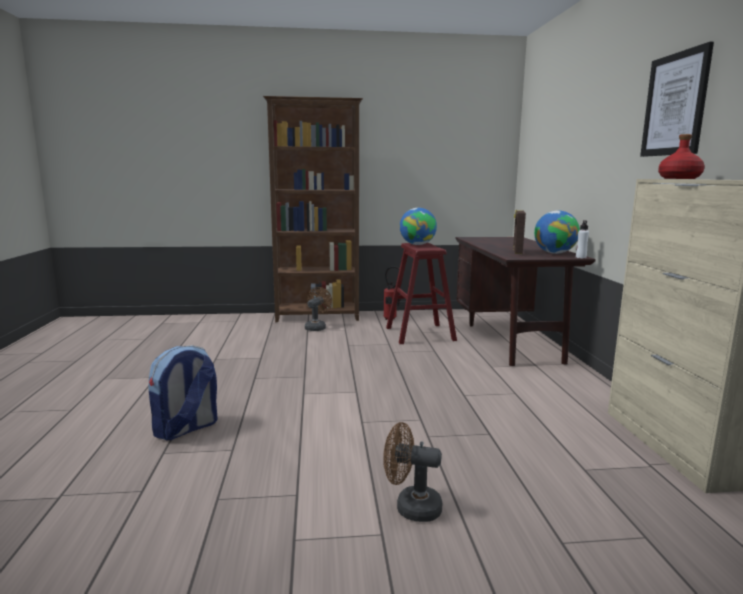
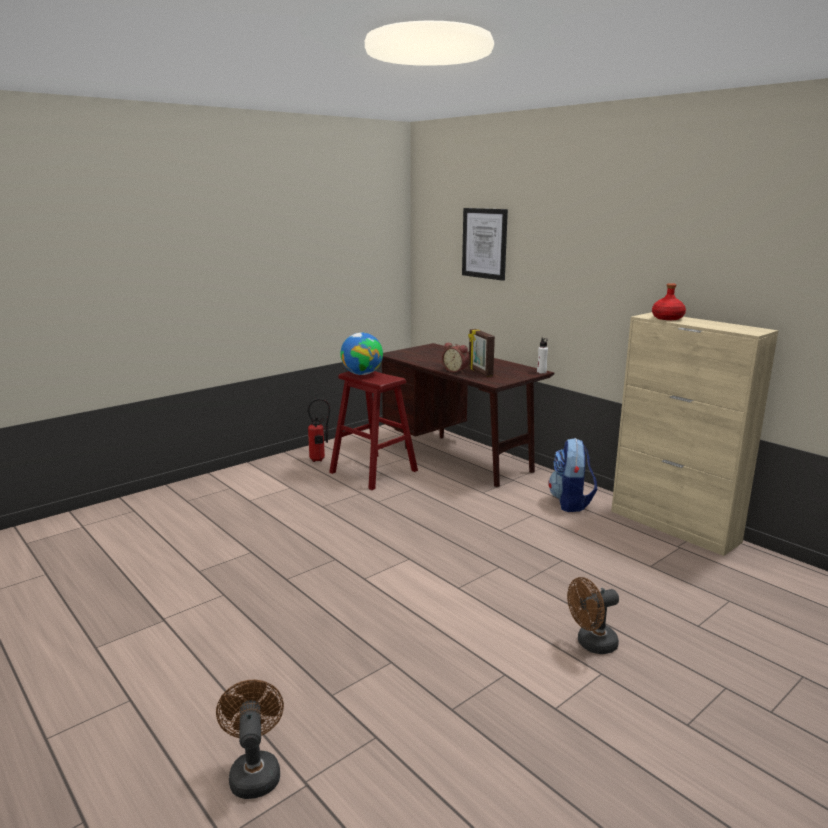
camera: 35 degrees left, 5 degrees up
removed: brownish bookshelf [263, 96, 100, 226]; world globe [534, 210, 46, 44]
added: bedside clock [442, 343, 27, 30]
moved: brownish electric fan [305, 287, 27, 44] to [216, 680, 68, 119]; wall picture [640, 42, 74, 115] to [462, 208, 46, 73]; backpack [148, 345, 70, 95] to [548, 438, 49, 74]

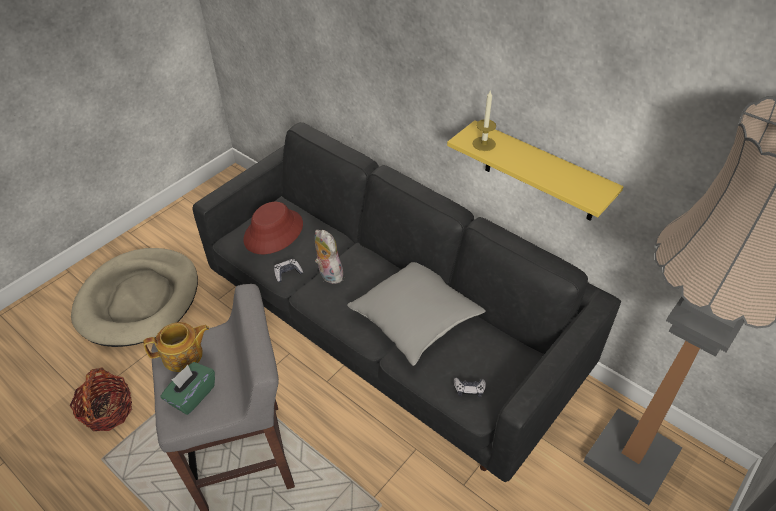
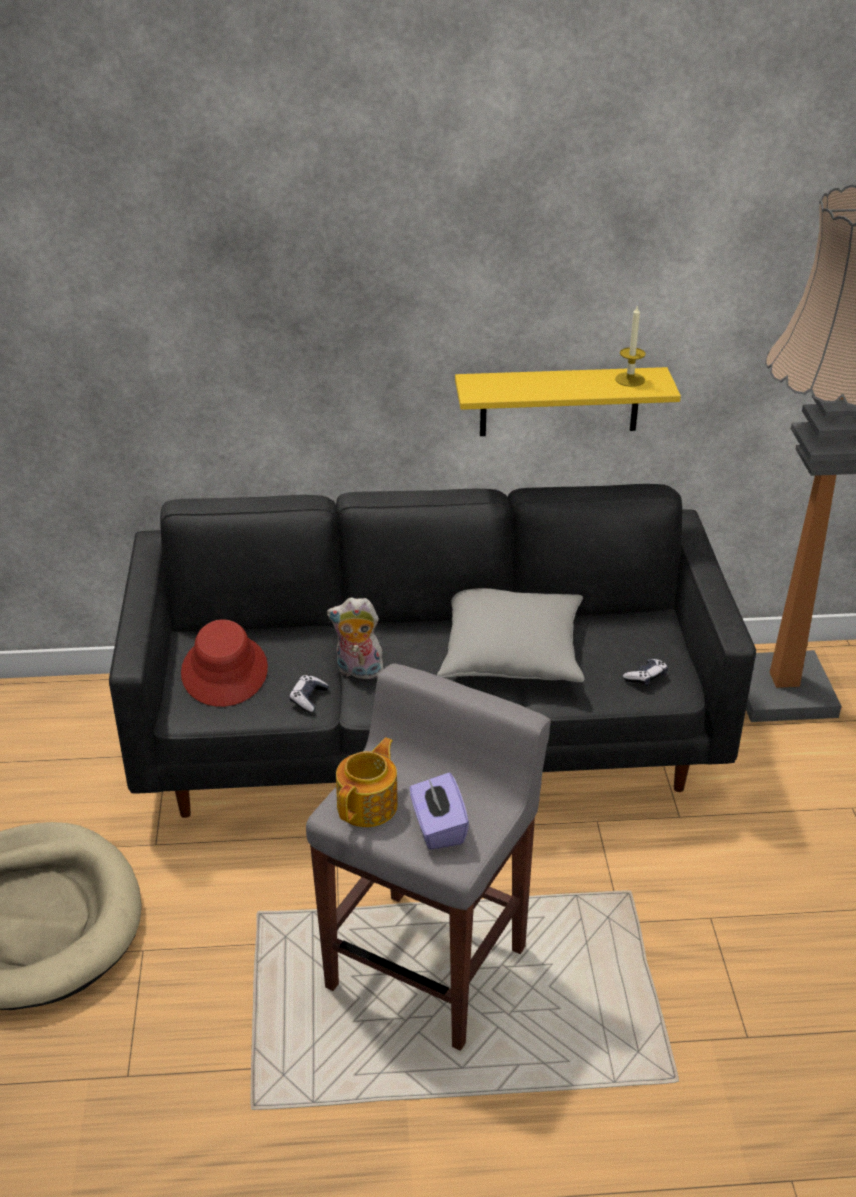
camera: 45 degrees left, 10 degrees down
removed: household basket [70, 368, 62, 63]
moved: wax light [473, 91, 23, 60] to [615, 306, 31, 81]
recoloured: green-coloured tissue box [160, 362, 55, 53] to purple tissue box [409, 773, 60, 77]

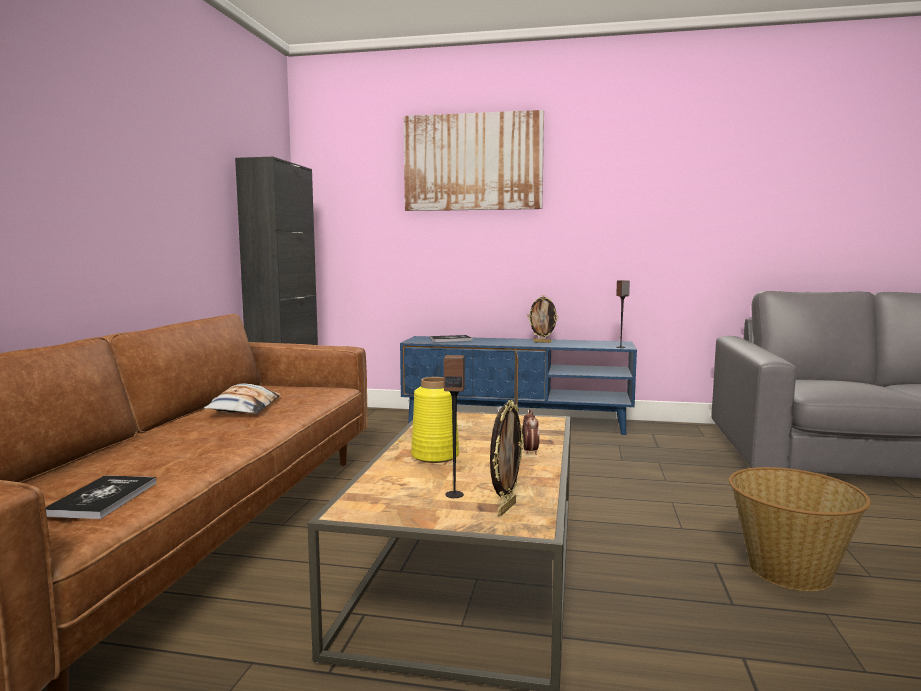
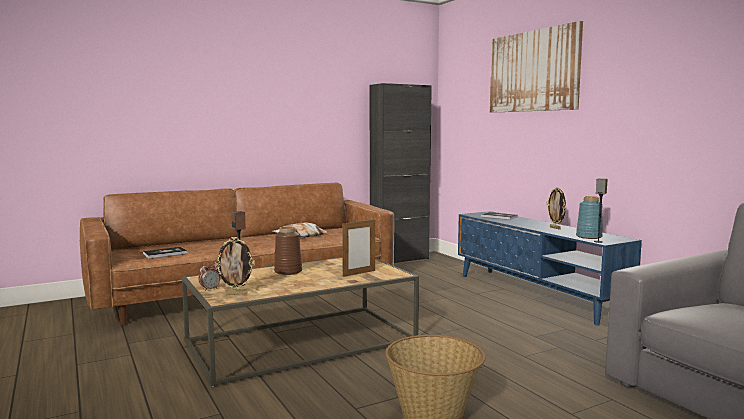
camera: 50 degrees right, 0 degrees up
added: blue flower vase [576, 196, 27, 43]
moved: bedside clock [522, 409, 18, 46] to [198, 261, 22, 30]
recoloured: yellow flower vase [411, 377, 48, 86] to brownish flower vase [274, 226, 28, 49]

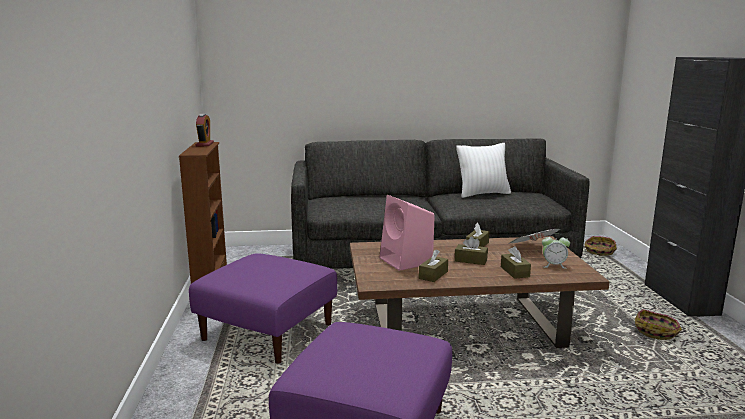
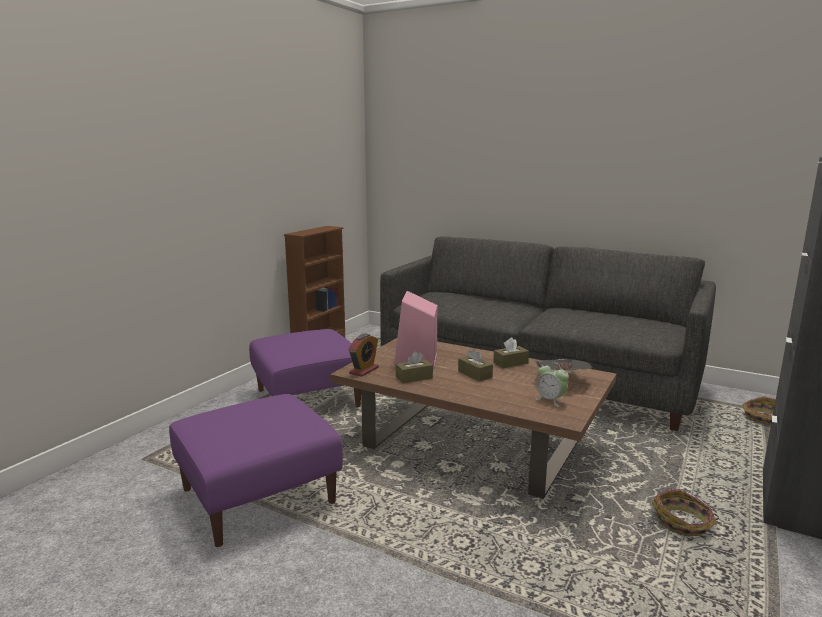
camera: 35 degrees right, 0 degrees up
removed: white-coloured throw pillow [456, 143, 55, 55]; brownish tissue box [501, 246, 30, 33]
moved: bedside clock [196, 114, 18, 32] to [349, 334, 30, 43]

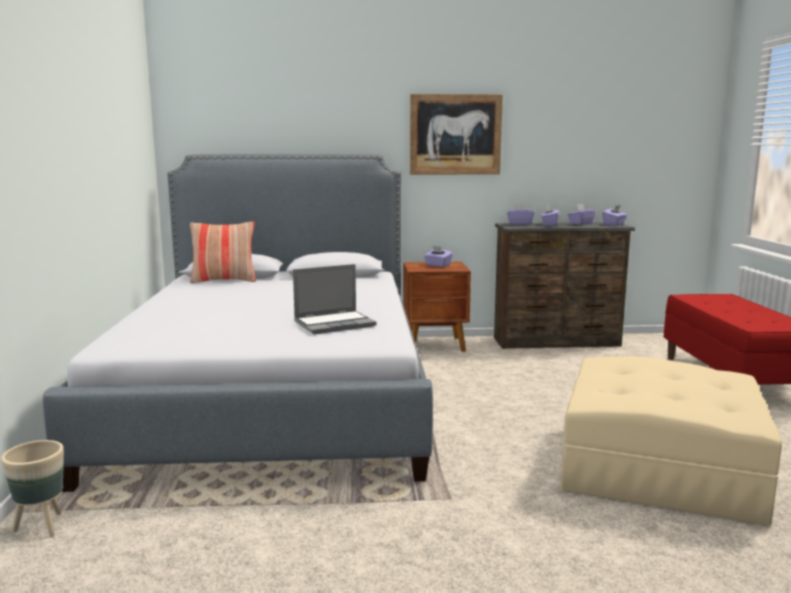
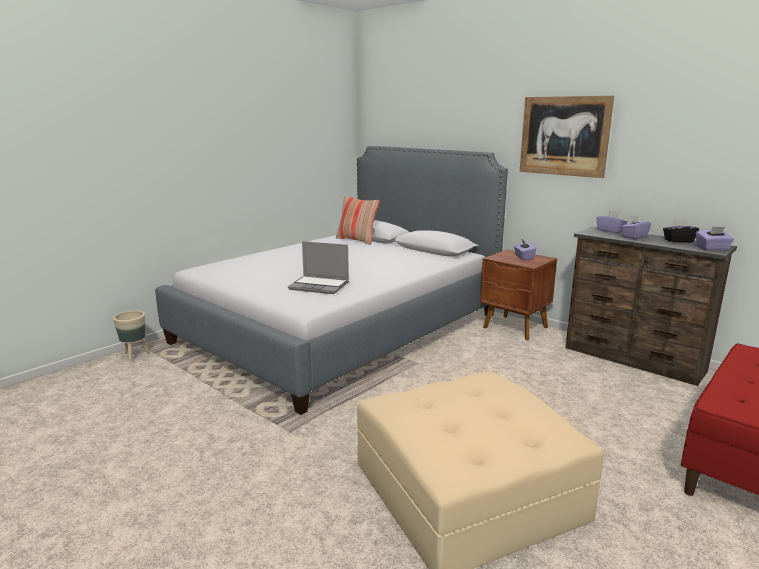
camera: 45 degrees right, 5 degrees up
recoloured: purple tissue box [568, 204, 28, 21] to blackish tissue box [663, 219, 36, 24]

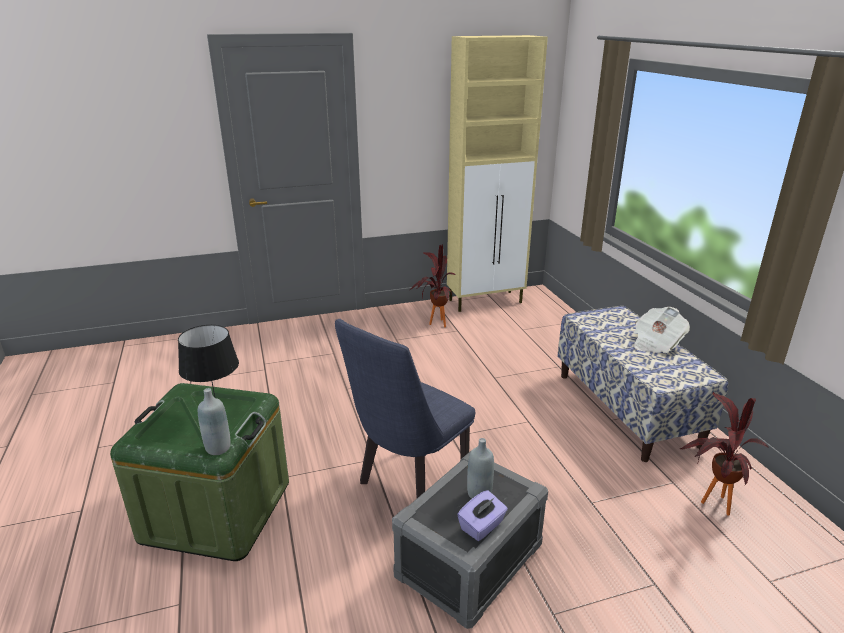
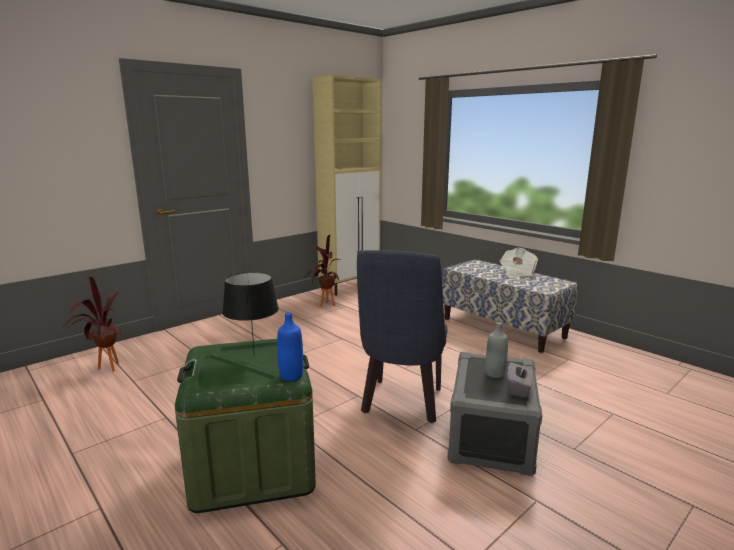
camera: 25 degrees left, 10 degrees down
moved: houseplant [680, 392, 89, 124] to [62, 277, 59, 95]
recoloured: grey beverage bottle [198, 388, 33, 67] to blue beverage bottle [277, 312, 26, 69]; purple tissue box [457, 490, 51, 51] to grey tissue box [507, 362, 26, 36]

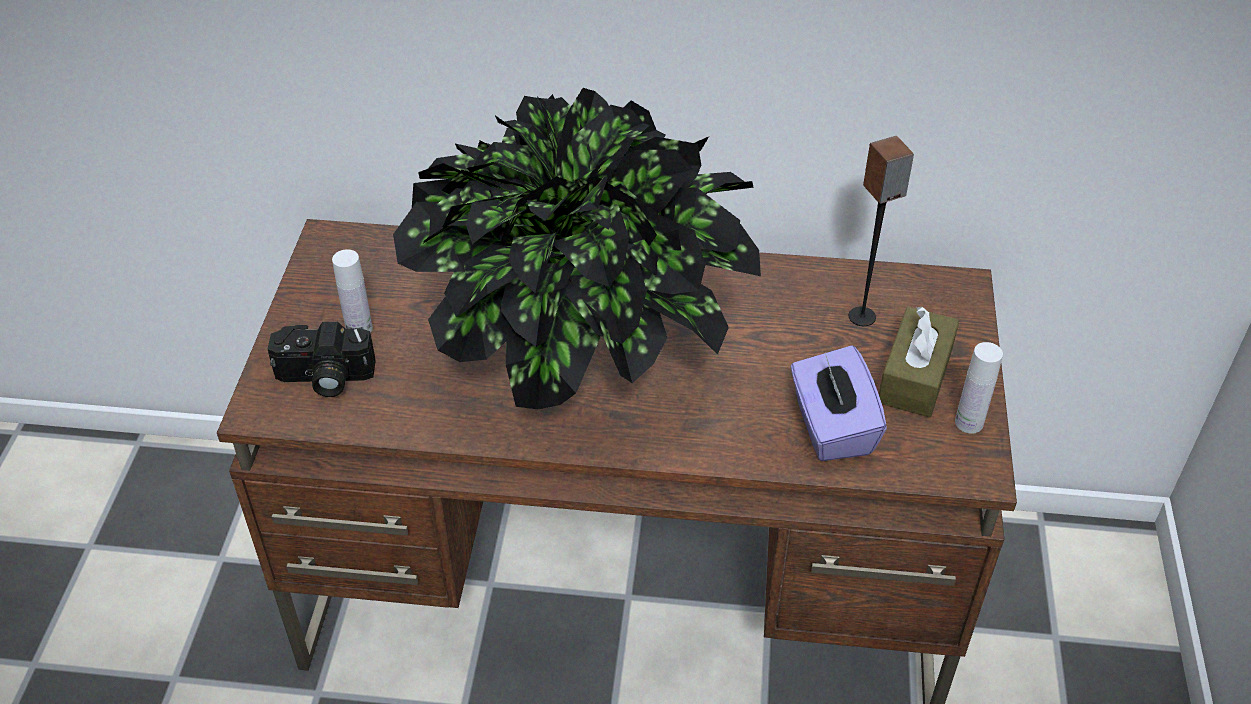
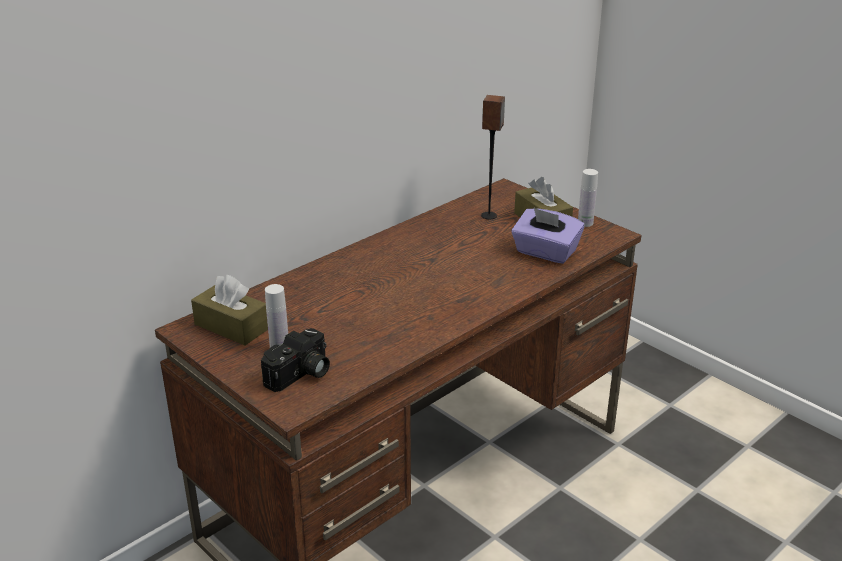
camera: 50 degrees left, 15 degrees down
removed: houseplant [393, 88, 368, 321]
added: brownish tissue box [191, 275, 77, 70]

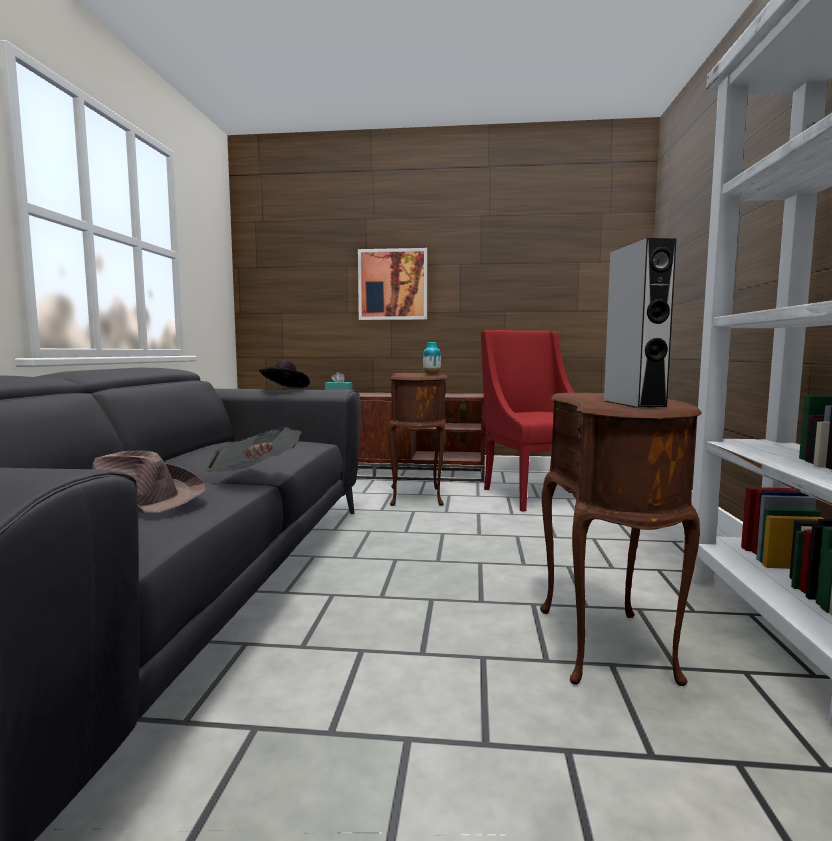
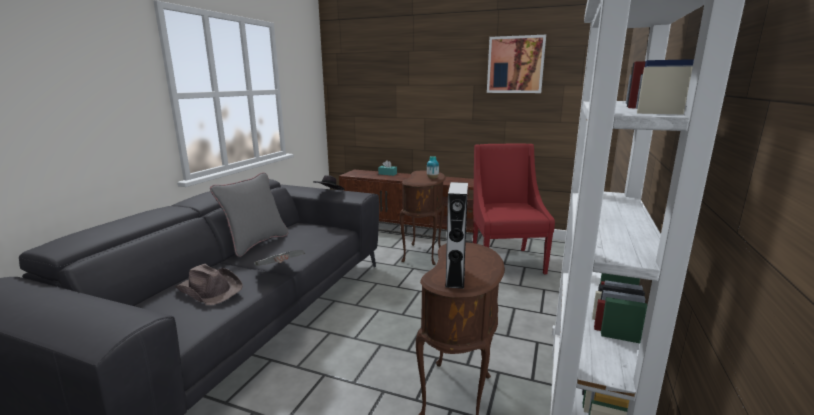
camera: 15 degrees right, 10 degrees up
added: grey throw pillow [210, 172, 78, 85]
moved: wall picture [358, 248, 69, 72] to [487, 35, 59, 58]

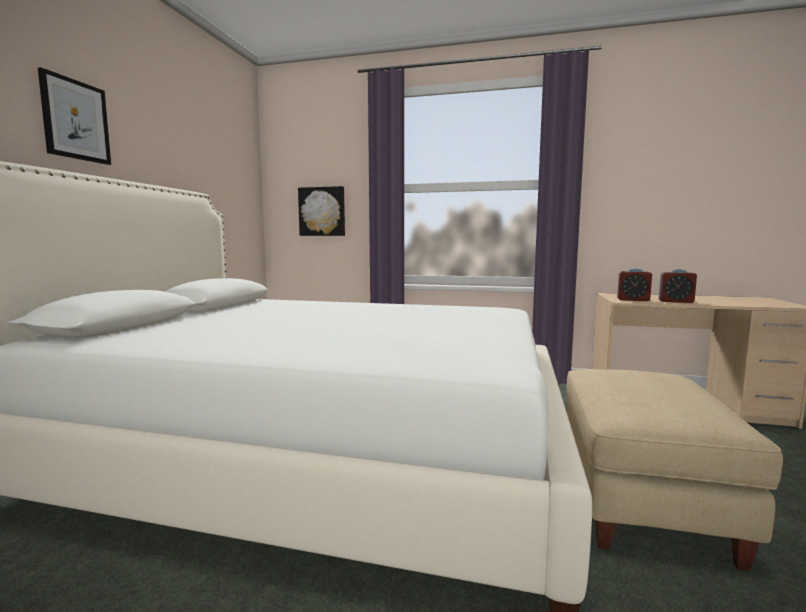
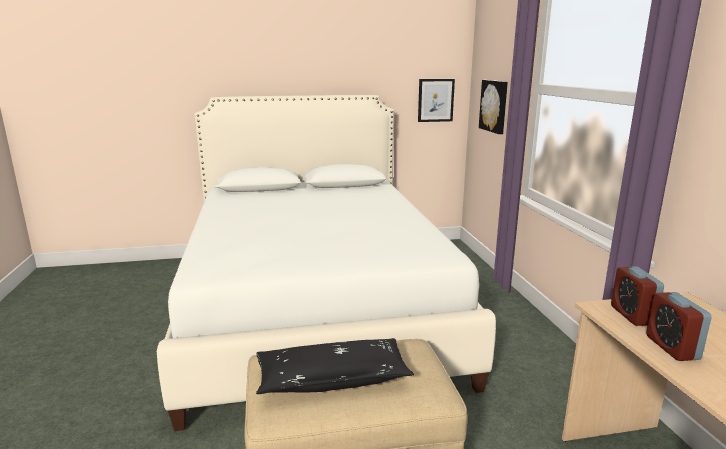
camera: 65 degrees right, 10 degrees up
added: blackish throw pillow [256, 338, 158, 56]
moved: wall picture [38, 67, 73, 98] to [418, 79, 37, 43]

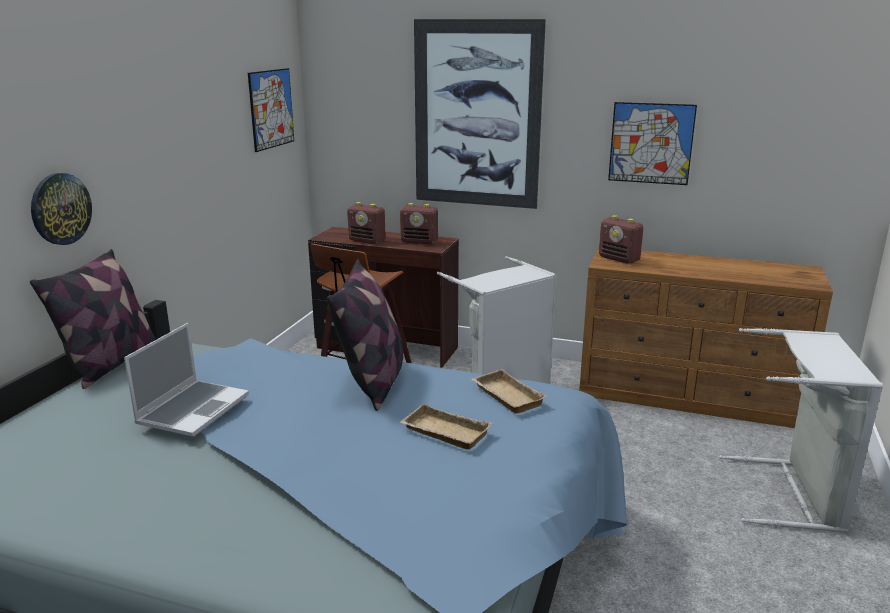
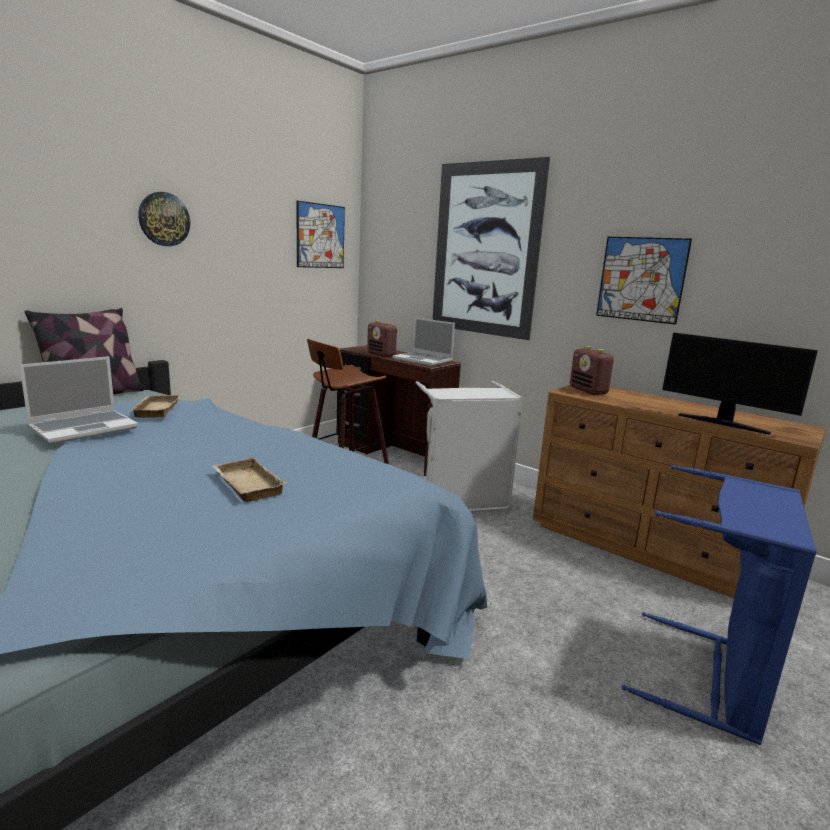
camera: 20 degrees right, 5 degrees down
removed: throw pillow [327, 259, 76, 152]
added: monitor [662, 333, 156, 102]
moved: sand-coloured serving tray [472, 369, 75, 45] to [131, 395, 48, 23]; hanging clock [31, 173, 61, 72] to [138, 192, 52, 54]
replaced: radio set [400, 203, 38, 41] to notebook computer [392, 318, 63, 48]
recoloured: grey laundry basket [719, 328, 164, 205] to blue laundry basket [622, 465, 195, 280]

